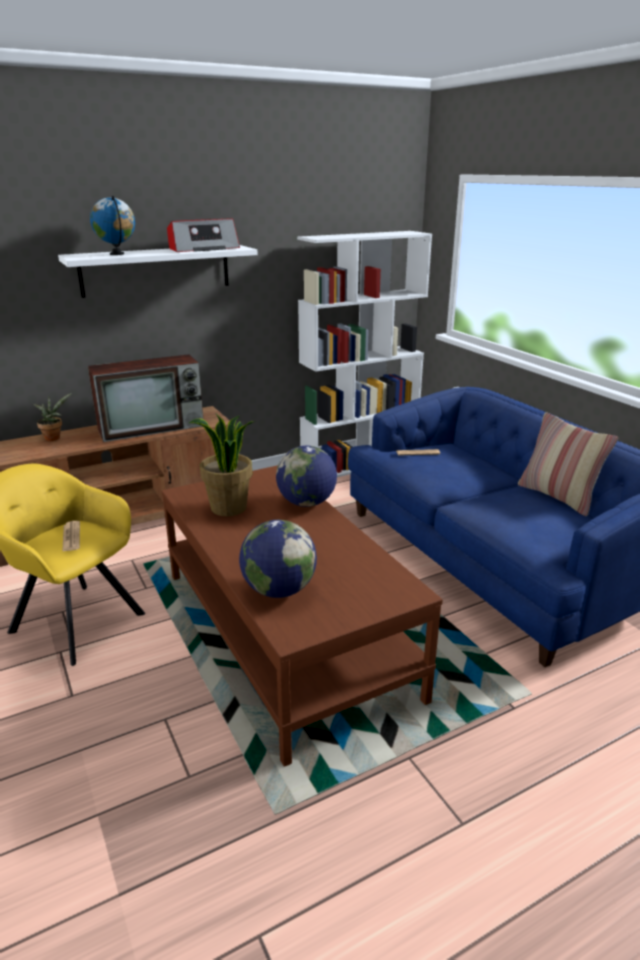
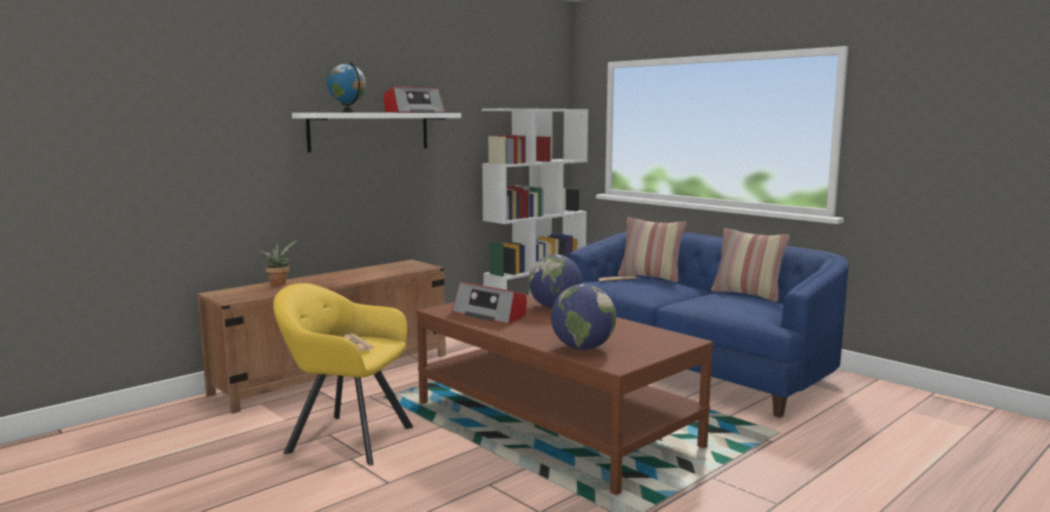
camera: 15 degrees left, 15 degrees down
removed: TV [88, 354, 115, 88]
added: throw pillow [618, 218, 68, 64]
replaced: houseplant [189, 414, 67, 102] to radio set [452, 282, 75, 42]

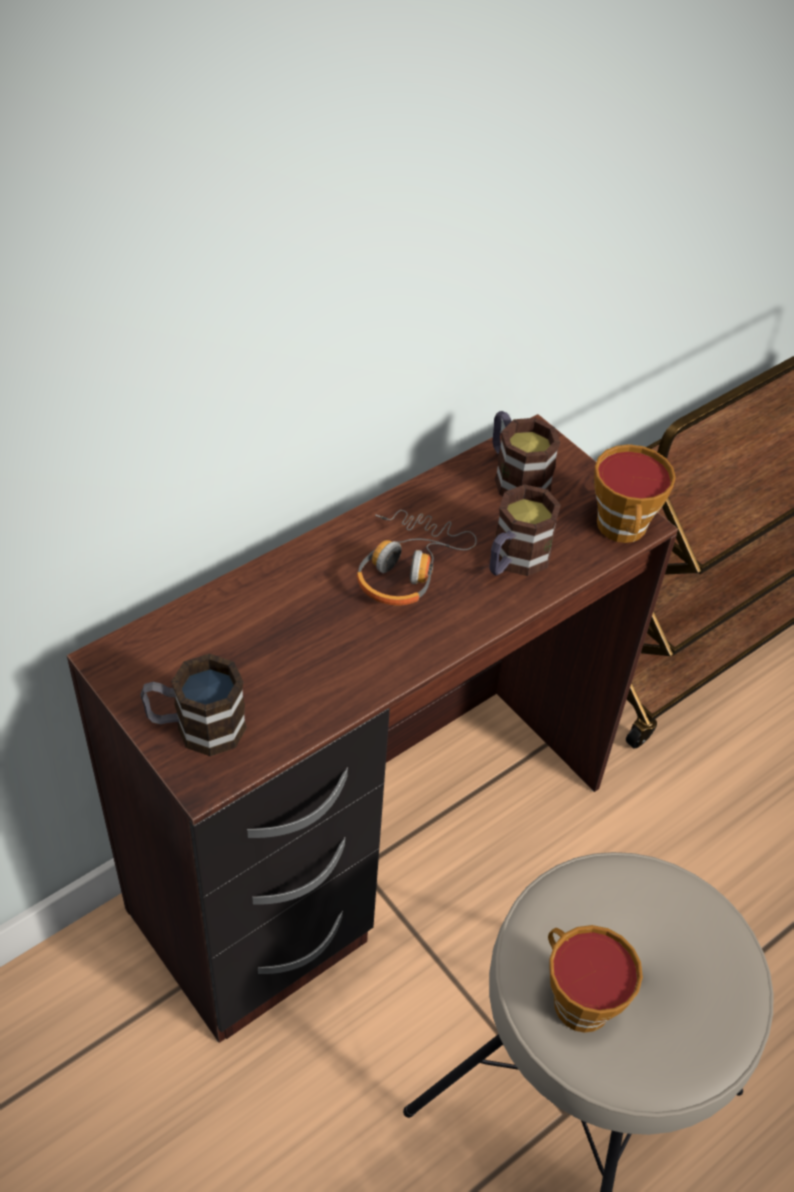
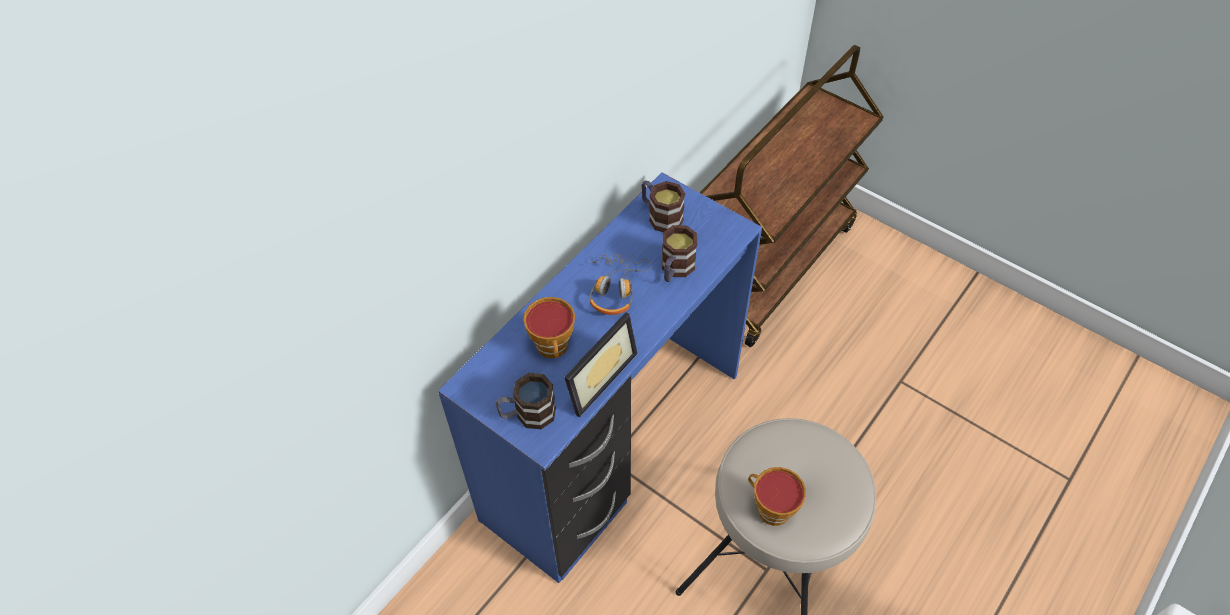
camera: 10 degrees left, 5 degrees up
added: photo frame [564, 312, 74, 105]
moved: drinking cup [594, 444, 82, 99] to [523, 297, 52, 61]
recoloured: brownish desk [67, 414, 611, 629] to blue desk [438, 172, 324, 411]

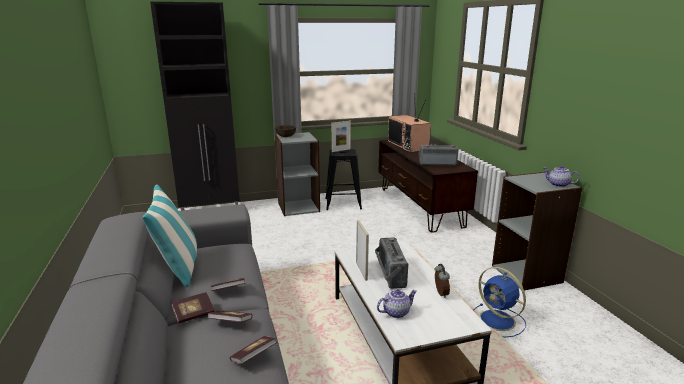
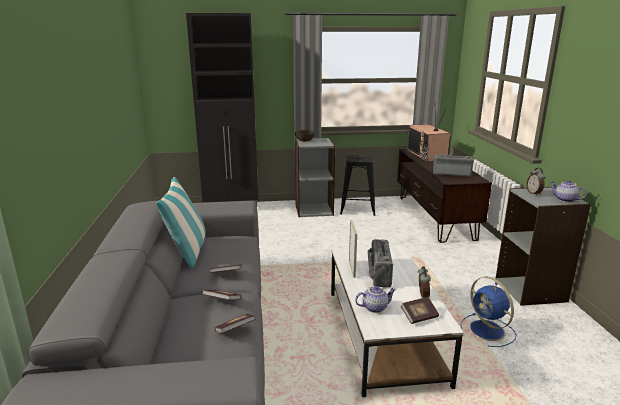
camera: 10 degrees right, 0 degrees up
removed: photo frame [332, 121, 19, 31]
added: bedside clock [527, 168, 19, 28]
moved: bound book [171, 292, 43, 32] to [401, 297, 38, 27]

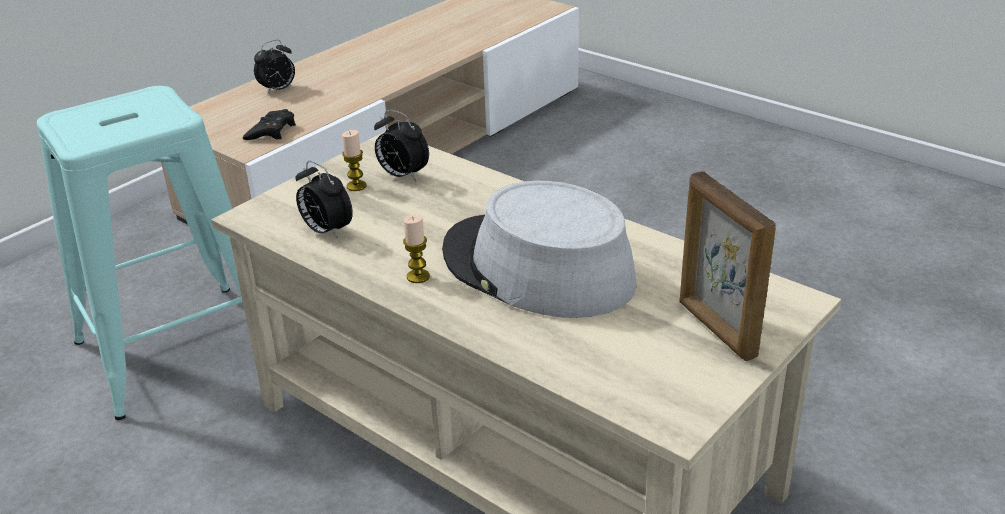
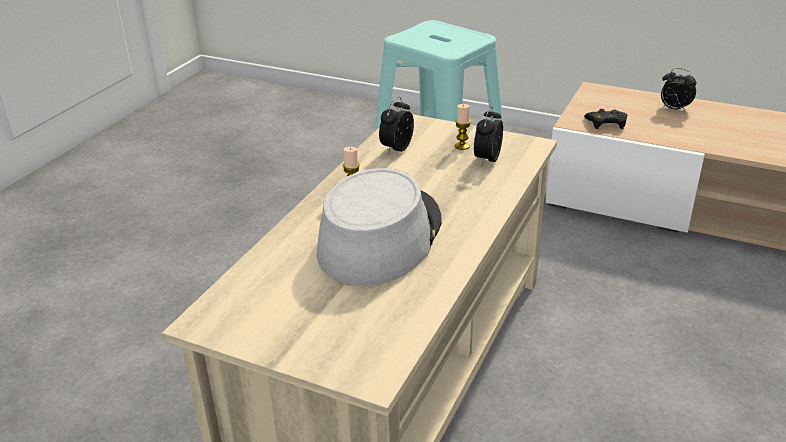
camera: 75 degrees right, 0 degrees up
removed: photo frame [679, 171, 97, 190]

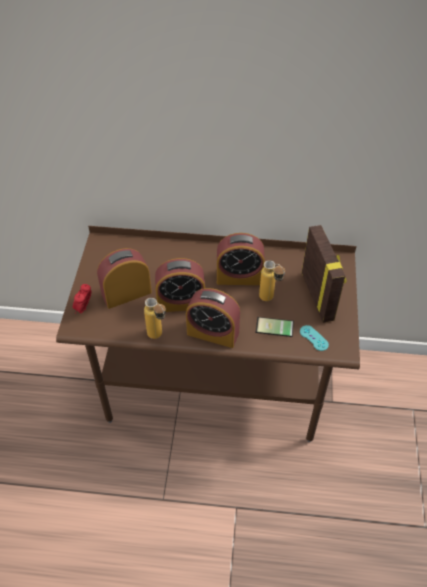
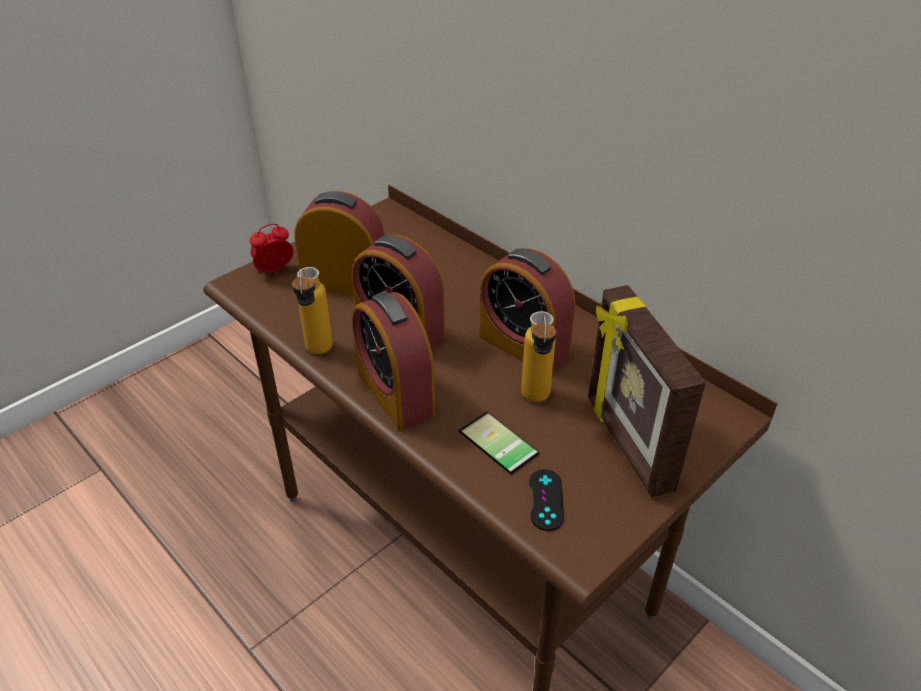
camera: 40 degrees right, 10 degrees down
recoloured: blue-green gamepad [300, 325, 29, 26] to blackish gamepad [529, 469, 35, 62]
turned: photo frame [302, 225, 45, 98] = [588, 285, 118, 213] 135 degrees clockwise

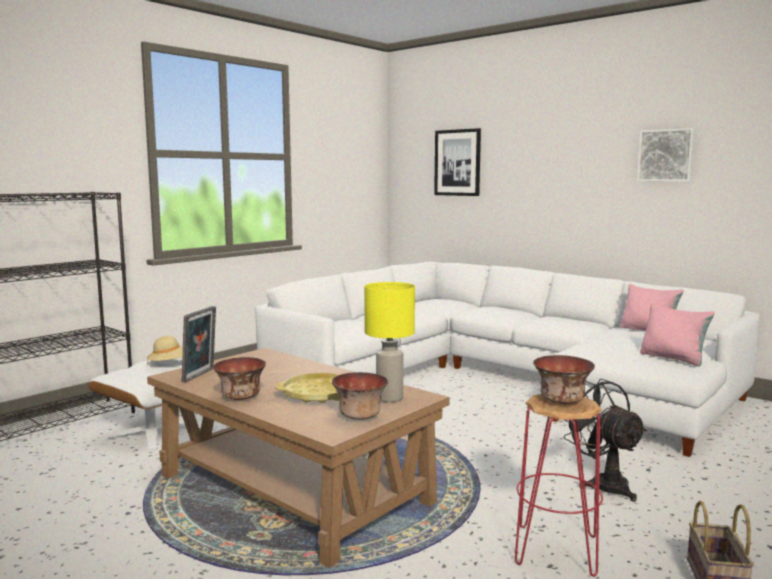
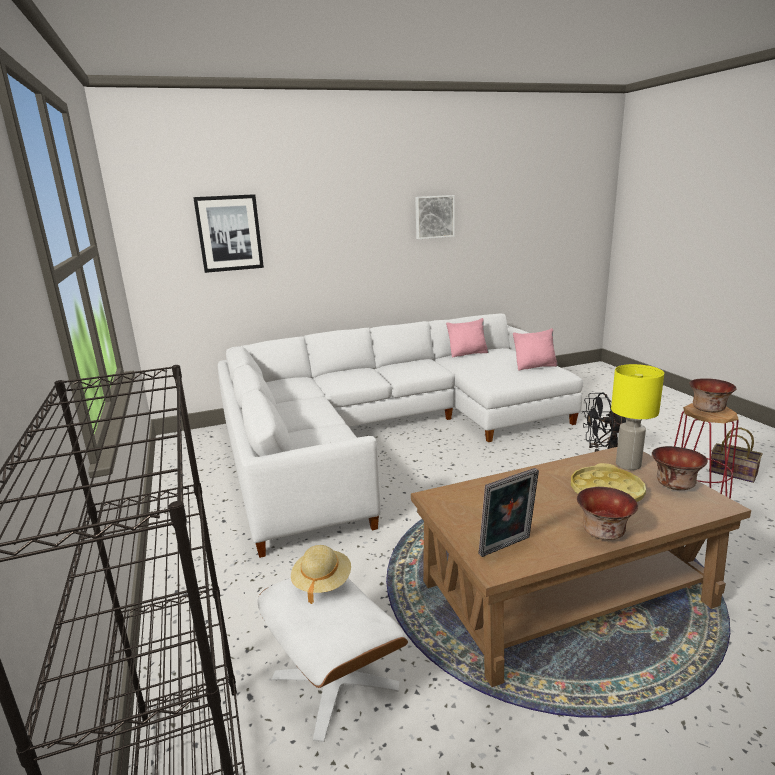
camera: 60 degrees left, 10 degrees up
turned: photo frame [181, 306, 35, 77] = [479, 468, 60, 89] 105 degrees clockwise

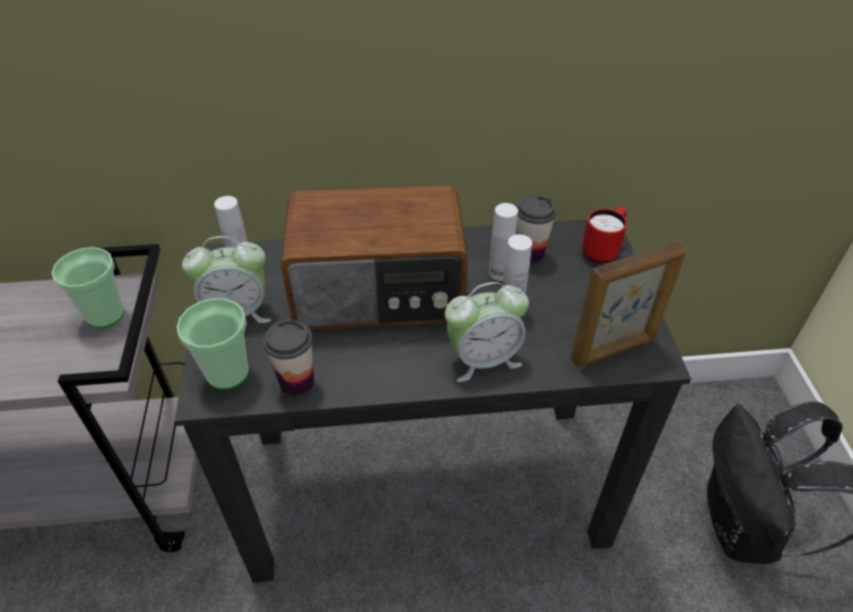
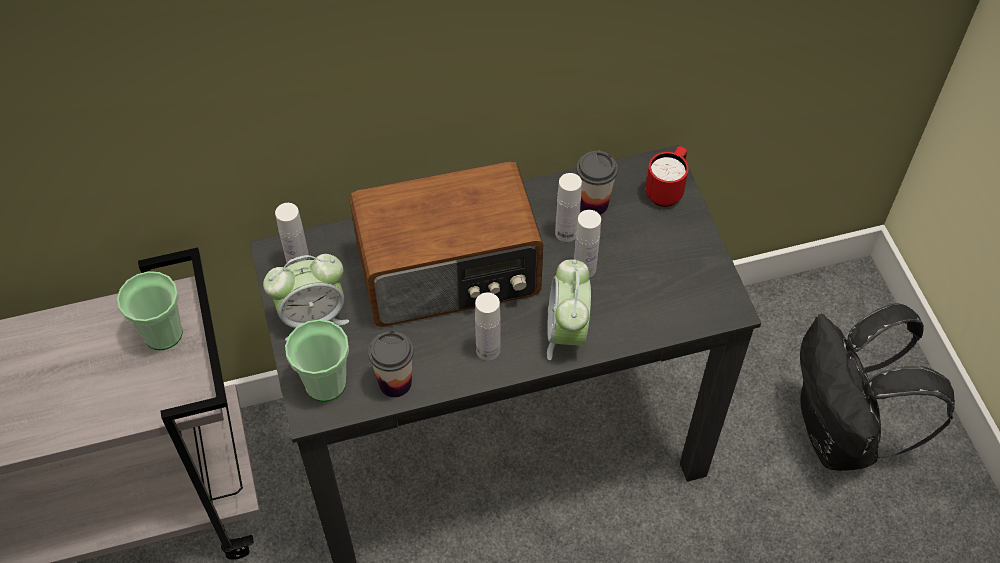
camera: 10 degrees left, 10 degrees up
removed: photo frame [571, 241, 116, 126]
added: white-coloured beverage bottle [475, 292, 25, 68]
turned: bedside clock [445, 282, 84, 100] = [547, 259, 44, 101] 120 degrees clockwise

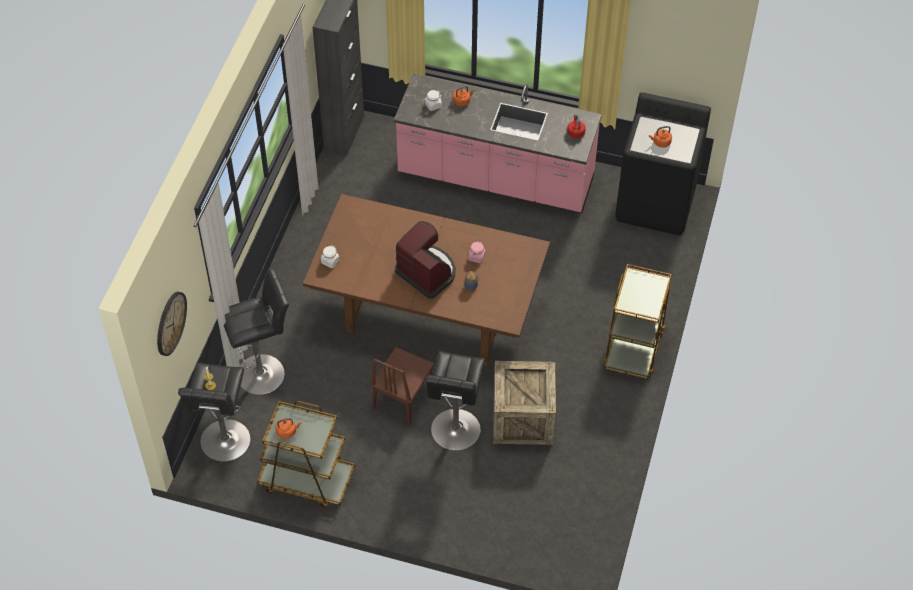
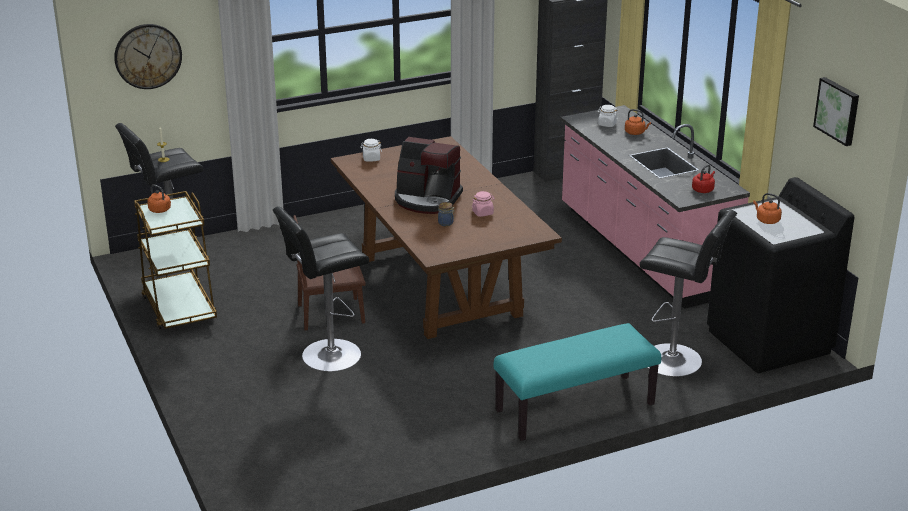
camera: 50 degrees right, 25 degrees down
removed: crate [493, 361, 63, 84]
added: wall picture [813, 77, 46, 69]
moved: blackish sitting stool [224, 269, 65, 126] to [639, 210, 98, 167]
replaced: brownish cart [603, 264, 68, 116] to blue-green long seat [494, 323, 167, 118]
turned: coffee machine [395, 221, 61, 78] = [395, 137, 68, 77] 105 degrees clockwise

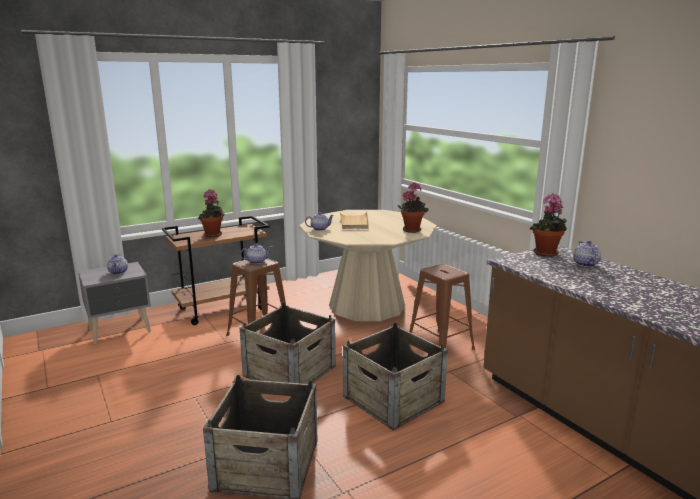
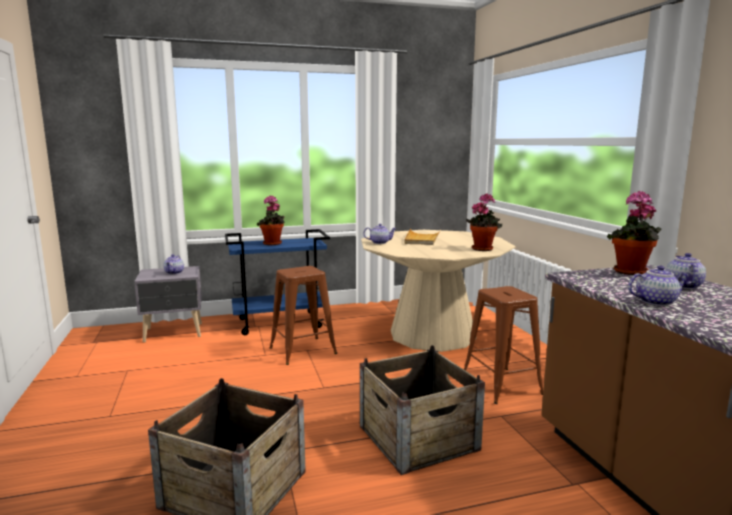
camera: 15 degrees right, 5 degrees down
removed: crate [240, 302, 95, 82]
moved: pot for tea [240, 243, 32, 21] to [628, 266, 60, 40]
recoloured: brownish cart [162, 216, 107, 109] to blue cart [225, 229, 105, 106]

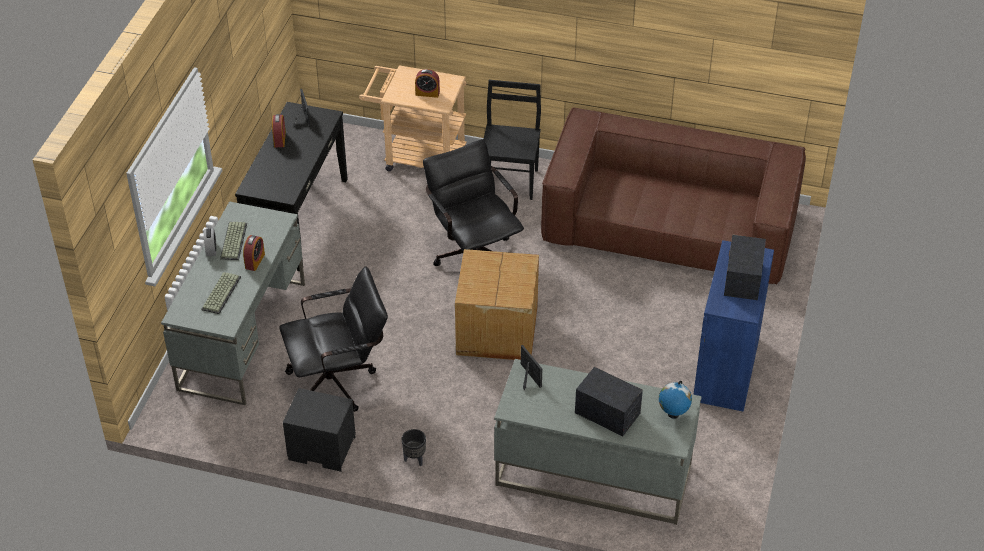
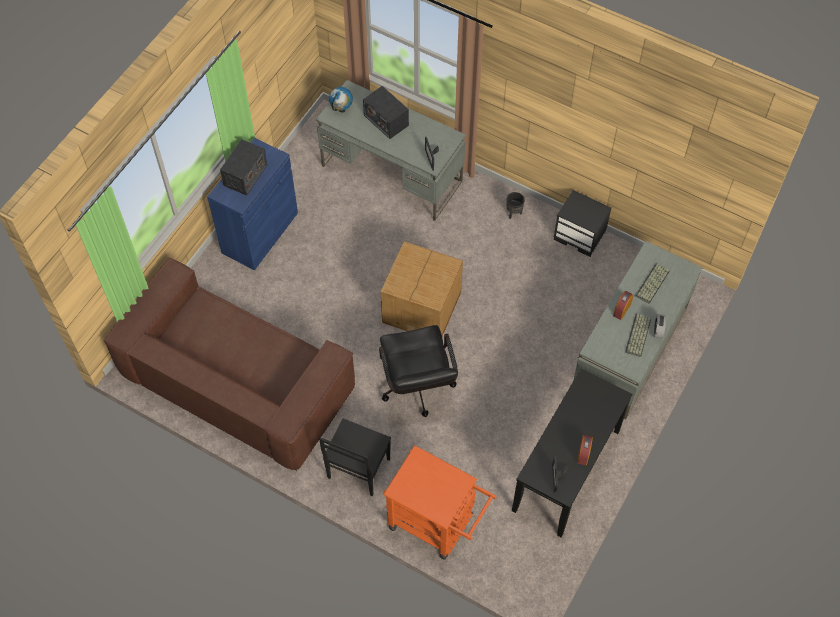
camera: 165 degrees left, 15 degrees up
removed: blackish desk chair [279, 266, 109, 146]; bedside clock [415, 69, 25, 29]
recoloured: sand-coloured cart [359, 65, 108, 106] to orangey cart [383, 445, 113, 115]

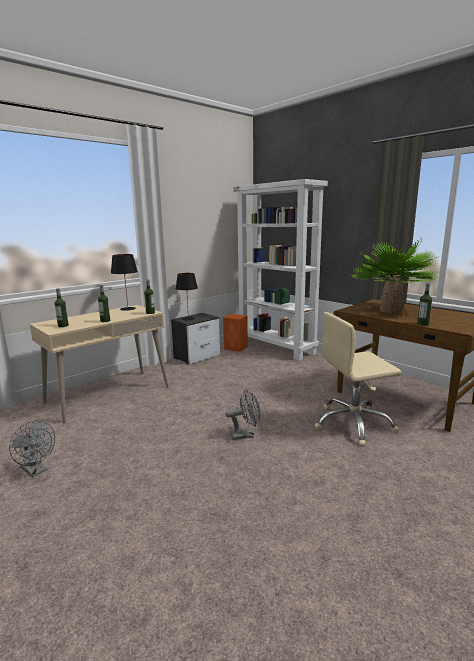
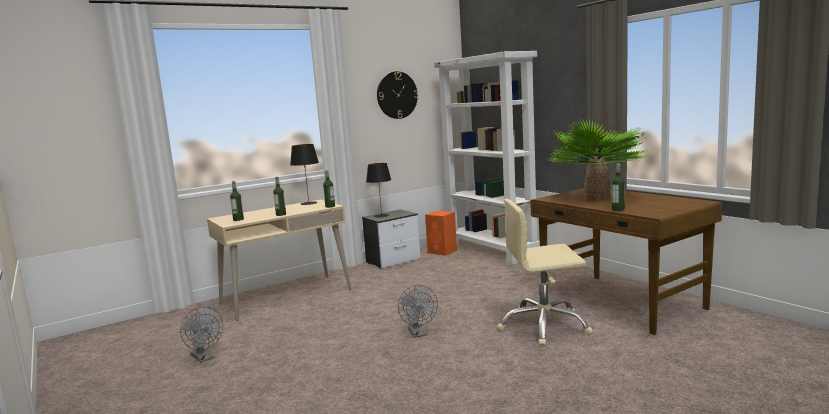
camera: 10 degrees right, 5 degrees down
added: hanging clock [377, 71, 41, 48]
turned: grey electric fan [225, 389, 35, 51] = [398, 285, 40, 53] 75 degrees clockwise

